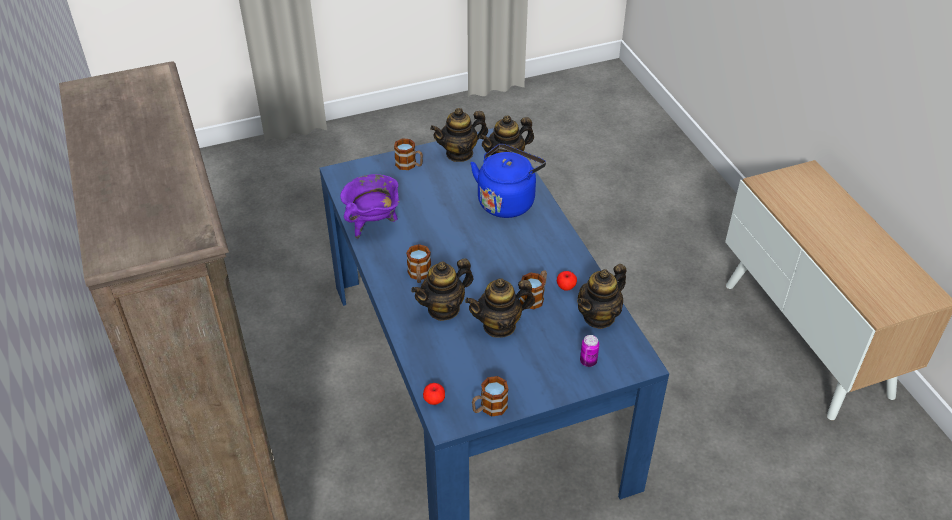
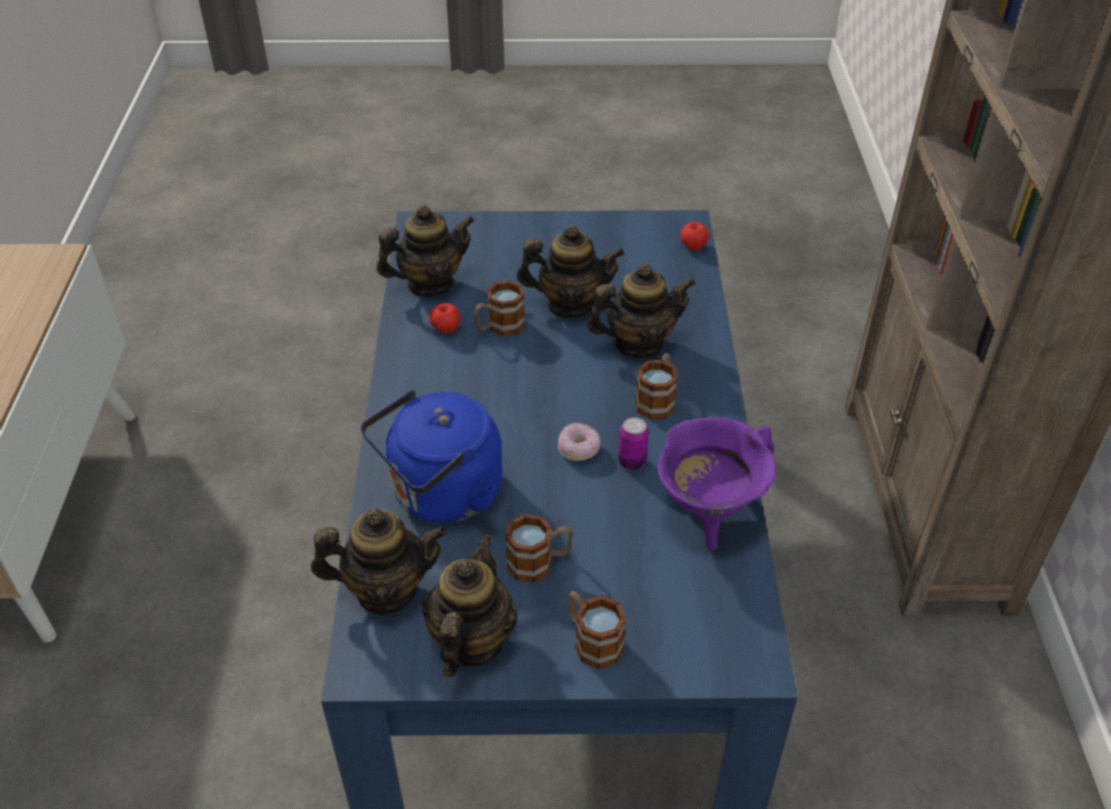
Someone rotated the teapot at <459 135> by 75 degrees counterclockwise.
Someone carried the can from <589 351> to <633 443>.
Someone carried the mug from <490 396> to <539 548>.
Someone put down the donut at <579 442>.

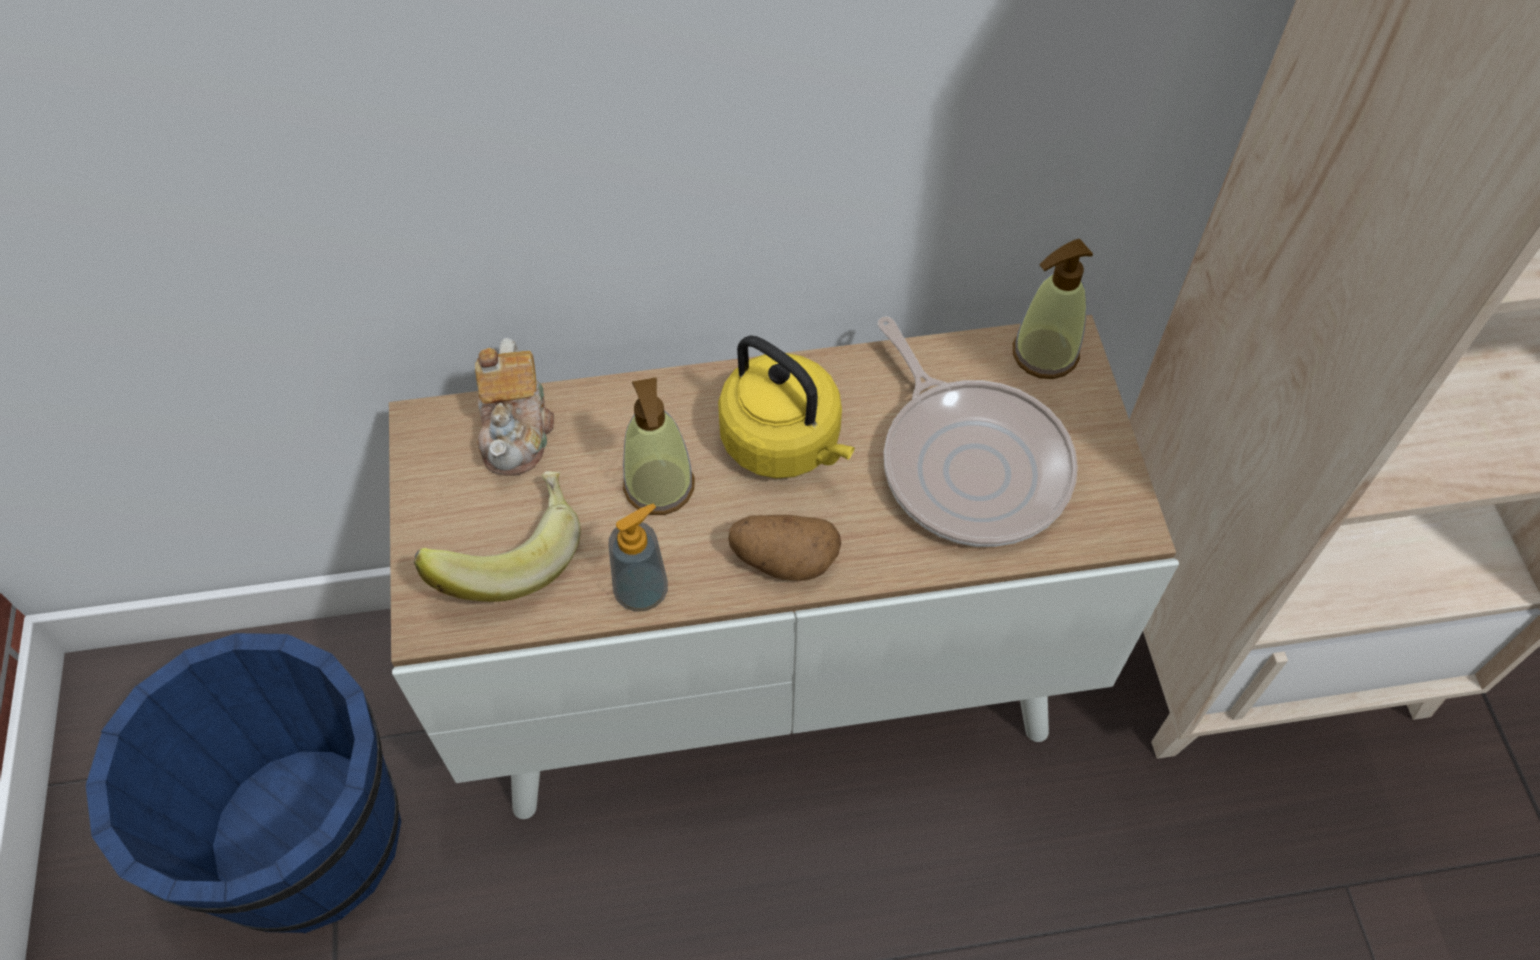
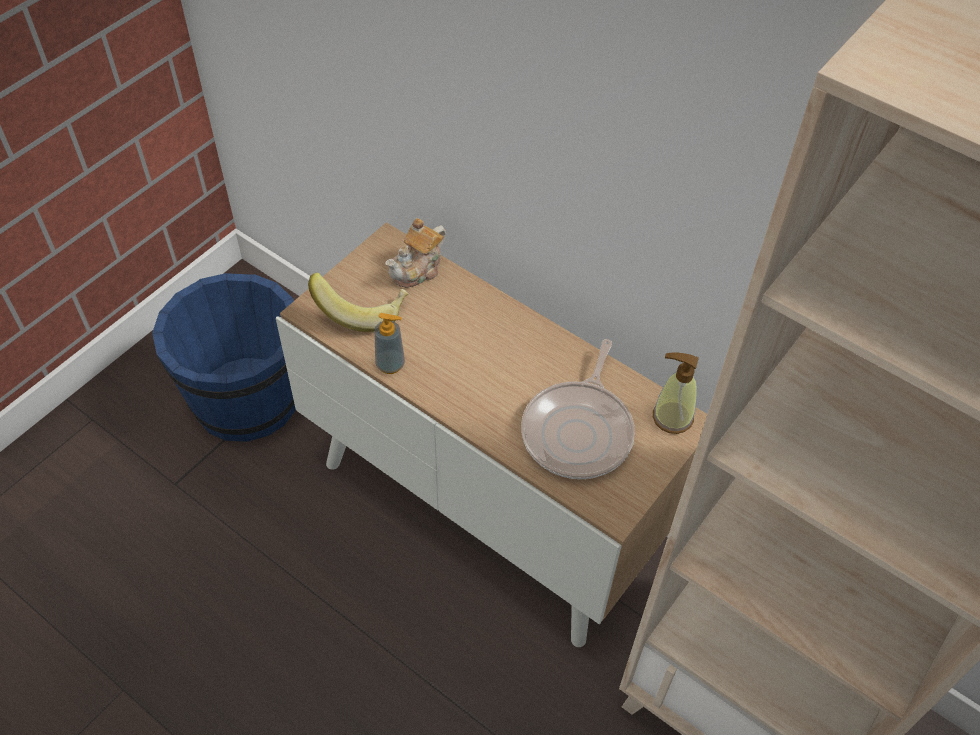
Someone took away the yellow kettle at <786 407>.
Someone took away the soap dispenser at <659 446>.
Someone took away the potato at <784 548>.

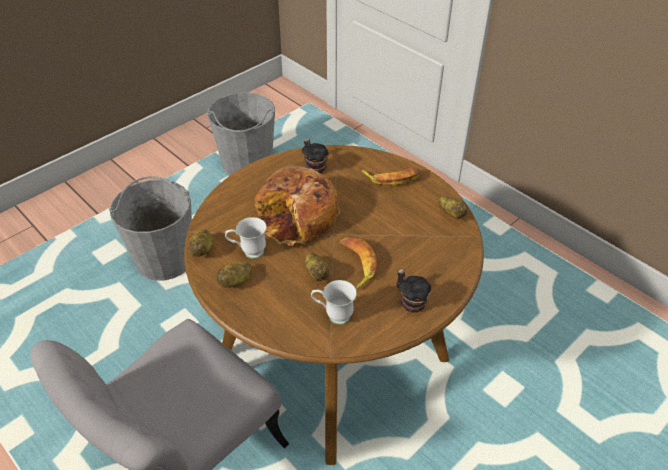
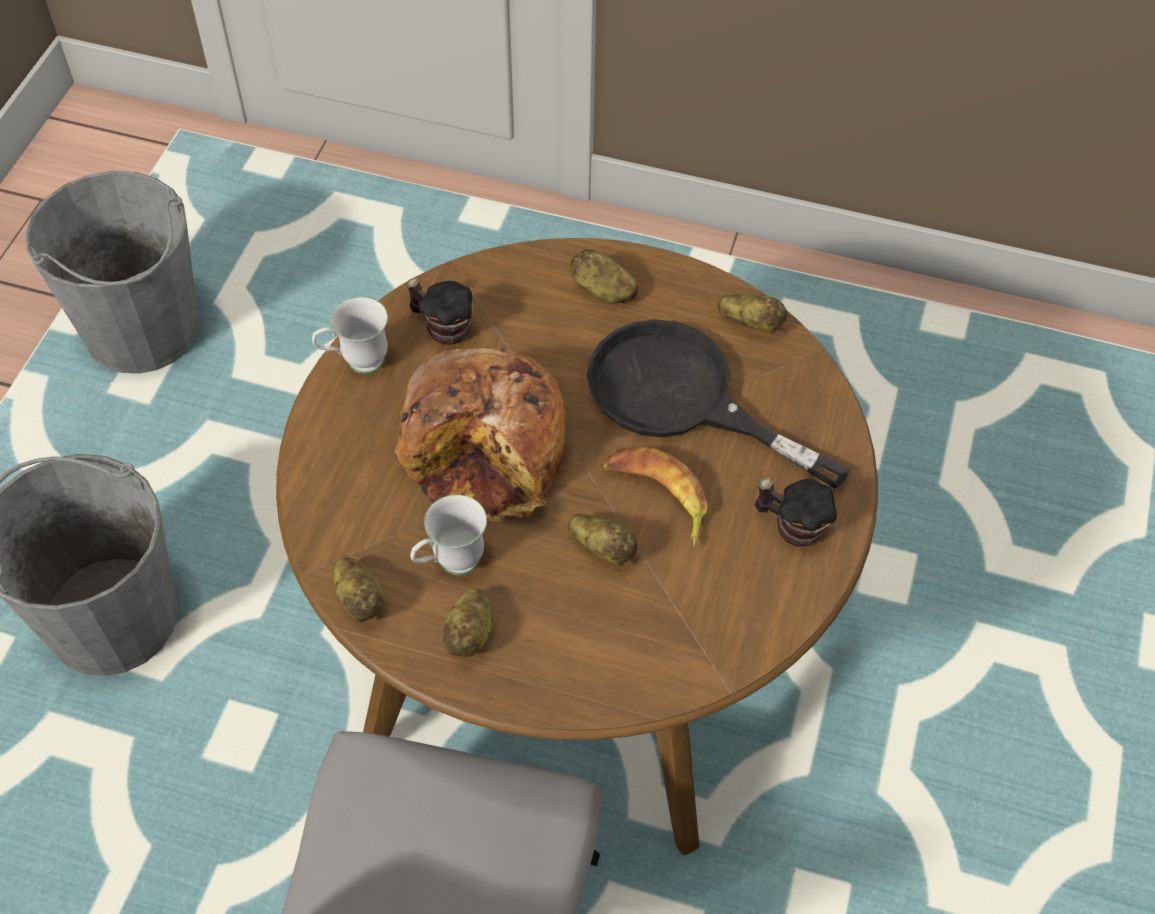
Someone swapped the banana at <391 176> for the potato at <604 276>.
Someone carried the white mug from <334 302> to <350 335>.
Someone put down the black frying pan at <719 404>.

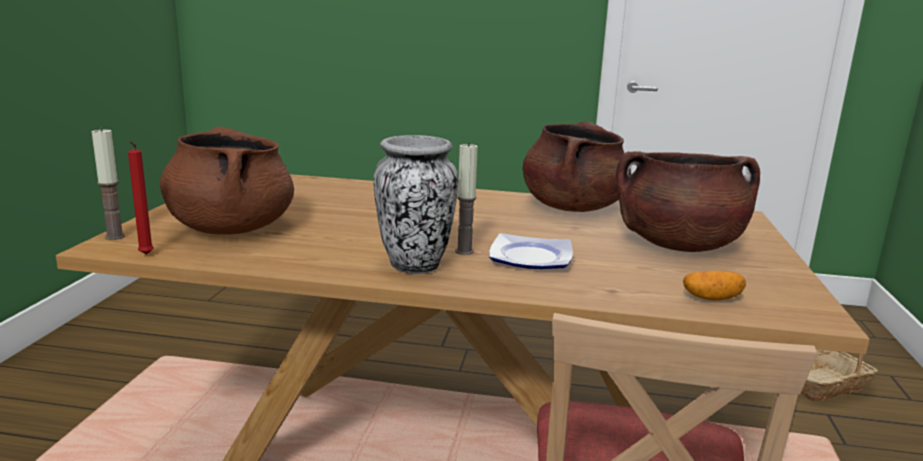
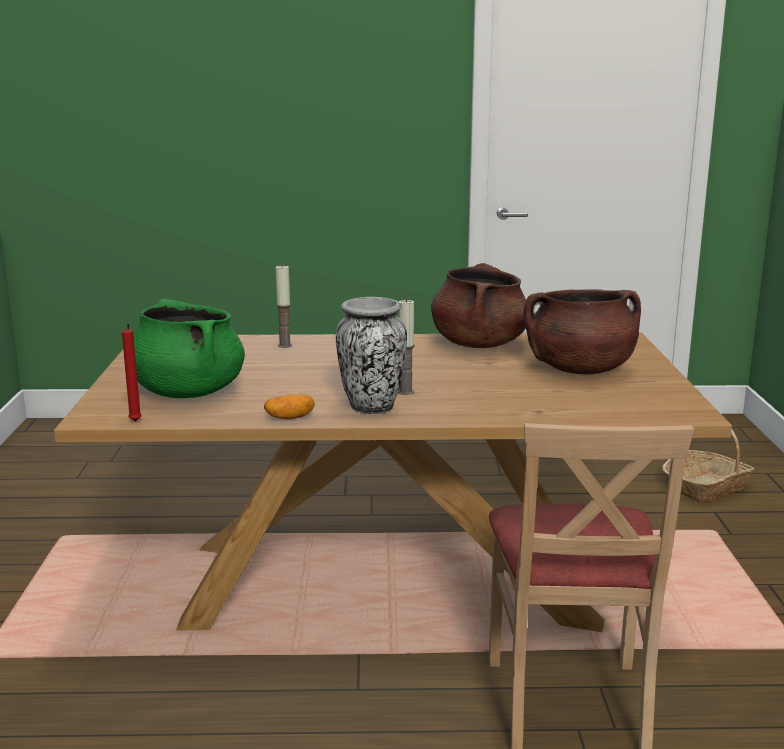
Someone carried the candle from <108 183> to <284 306>.
Someone repainted the brown cooking pot at <227 181>, which became the green cooking pot at <189 348>.
Someone took away the plate at <531 251>.
Someone carried the potato from <714 285> to <289 406>.

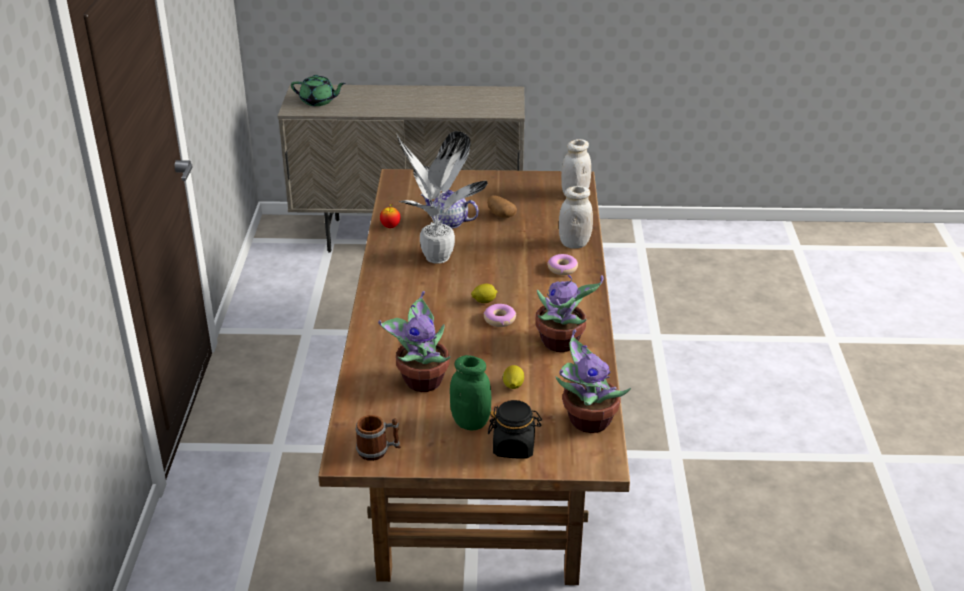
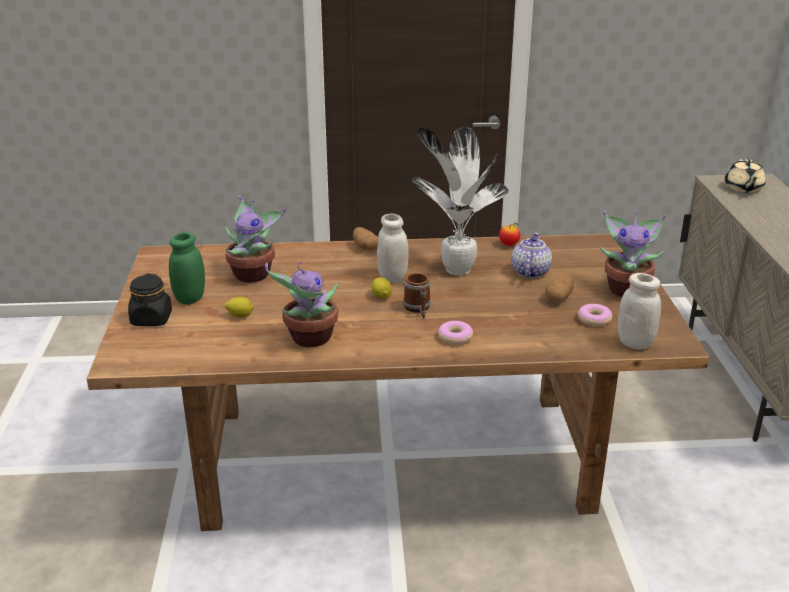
Someone repainted the green teapot at <318 90>, which became the beige teapot at <745 176>.
Someone carried the white jar from <576 217> to <393 248>.
Someone carried the donut from <500 315> to <595 315>.
Someone carried the potted plant from <593 381> to <632 253>.
Someone carried the mug from <378 438> to <417 295>.
Someone put down the potato at <365 238>.

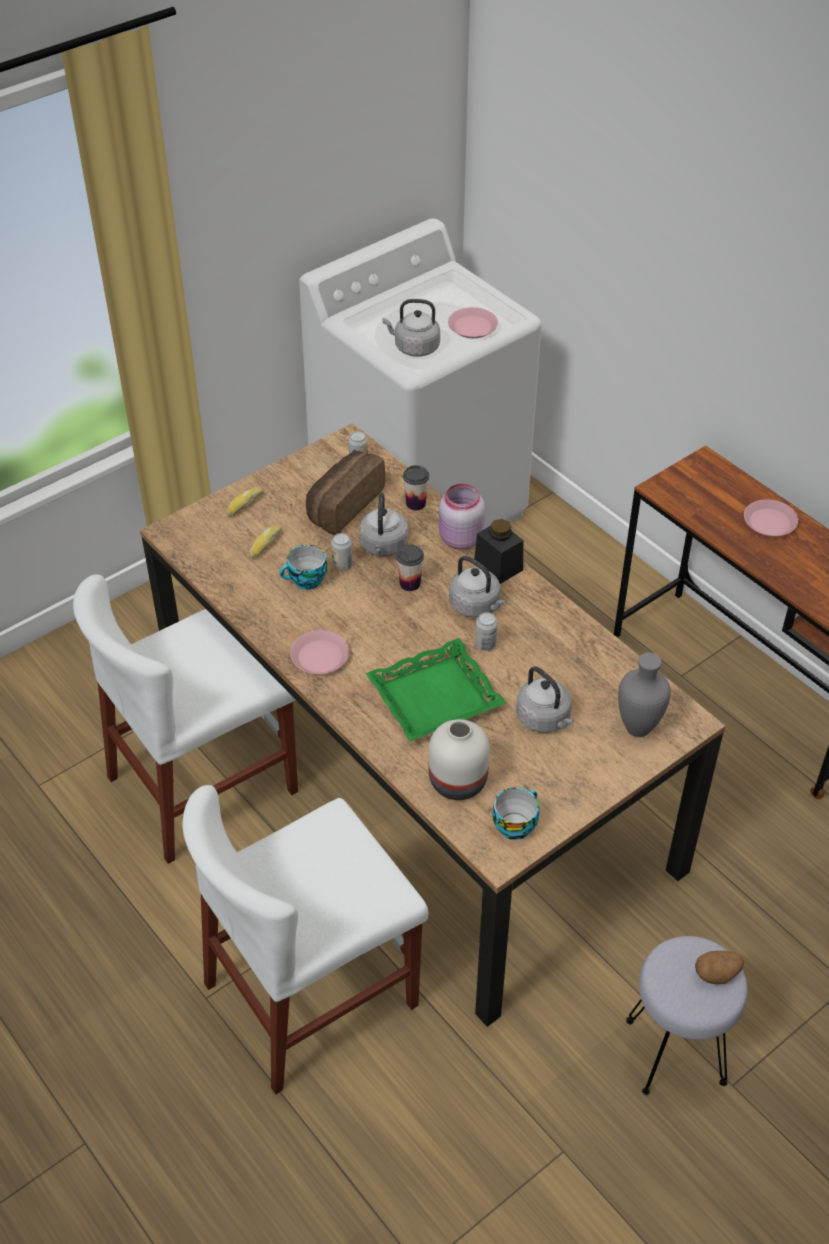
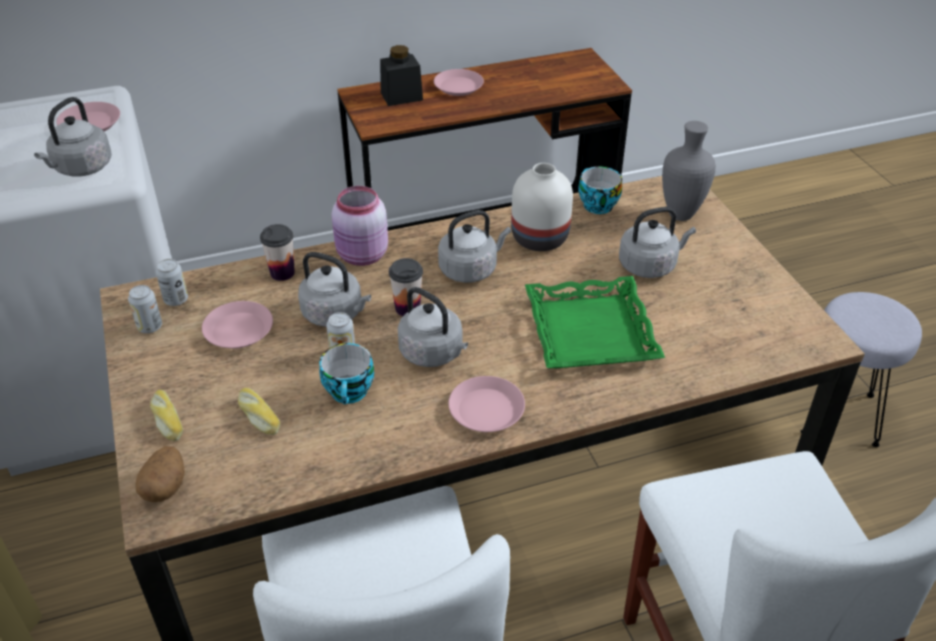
Someone swapped the bread at <345 493> for the pink plate at <237 325>.
Someone carried the black jar from <498 551> to <401 75>.
Someone carried the can from <486 631> to <145 309>.
Someone carried the white vase from <459 759> to <542 207>.
Someone carried the cup from <515 814> to <600 190>.
Someone carried the potato from <719 967> to <160 474>.
Someone put down the grey kettle at <433 327>.

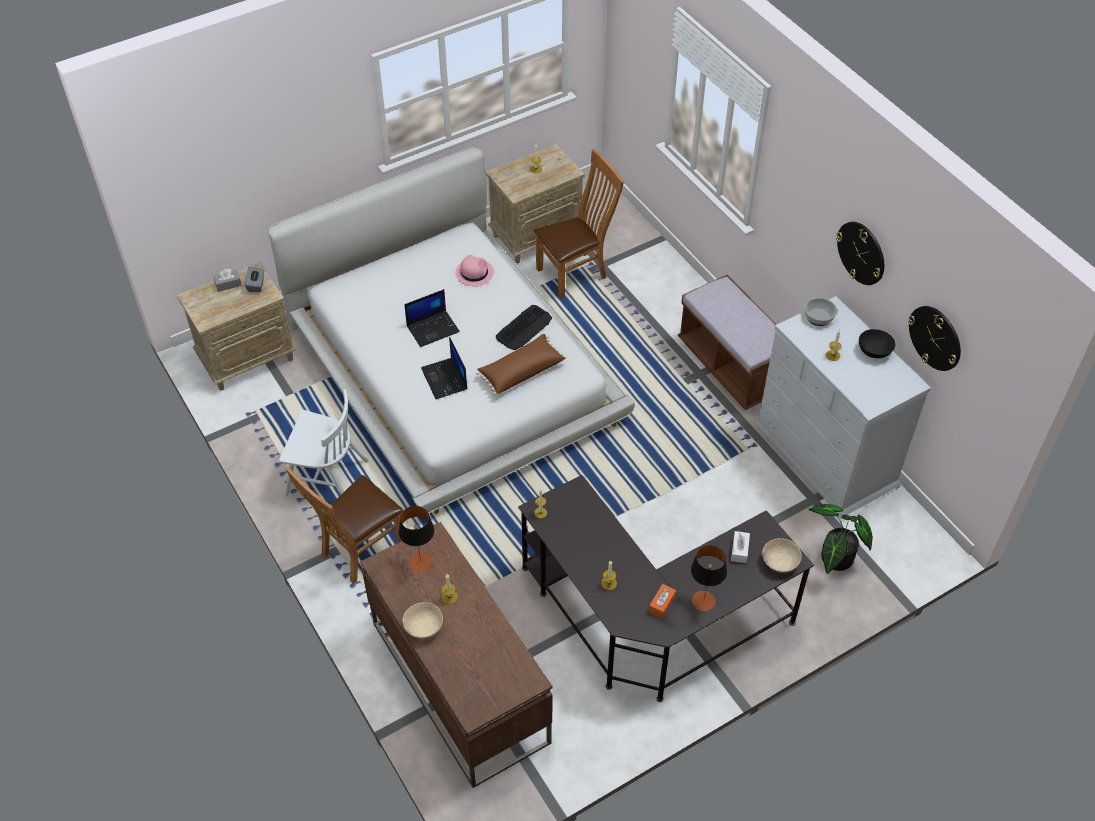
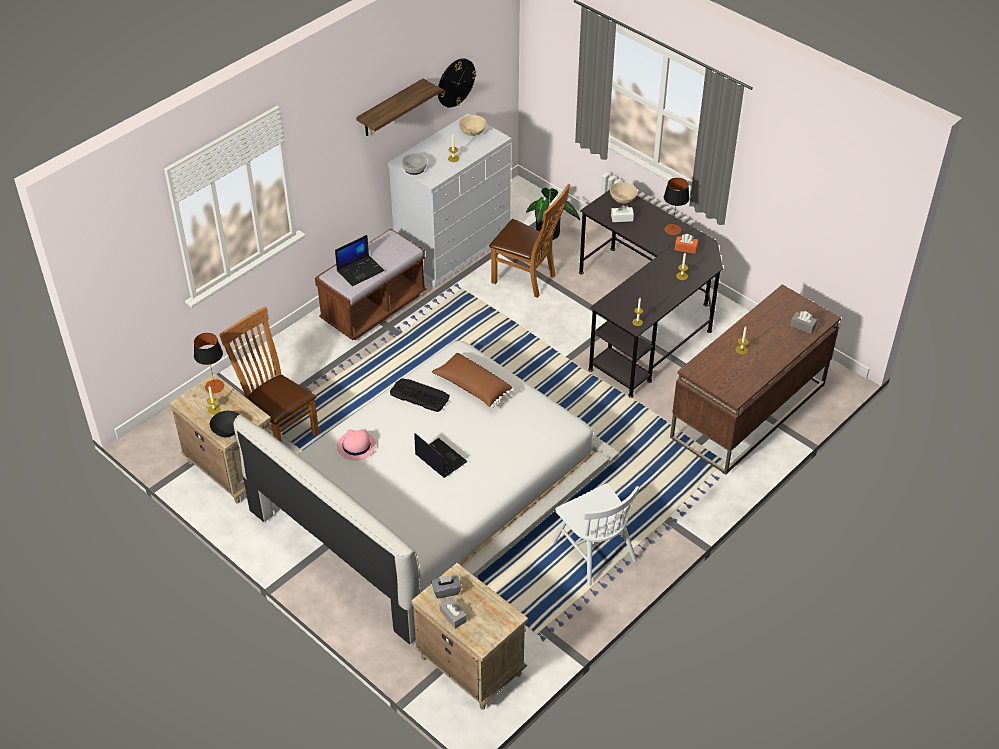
Someone swapped the wall clock at <860 253> for the shelf at <399 107>.
Someone carried the black bowl from <877 343> to <225 424>.
Someone carried the laptop from <444 368> to <359 260>.
Someone rotated the white chair at <324 442> by 150 degrees clockwise.
Someone carried the brown chair from <344 525> to <529 241>.
Someone carried the table lamp from <416 539> to <209 363>.
Someone carried the beige bowl from <423 620> to <473 125>.
Someone put down the grey tissue box at <803 322>.

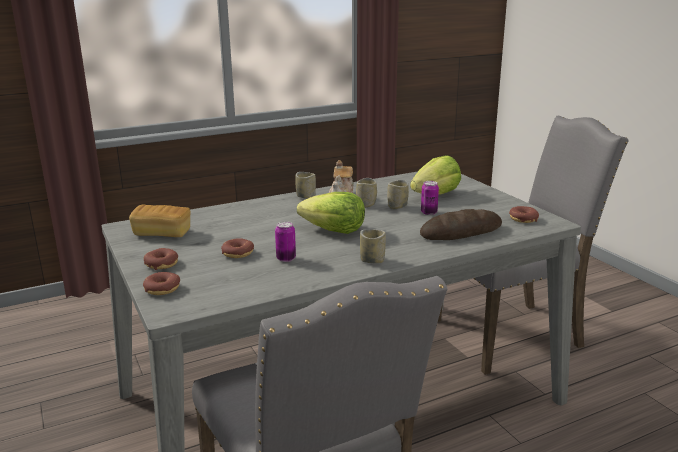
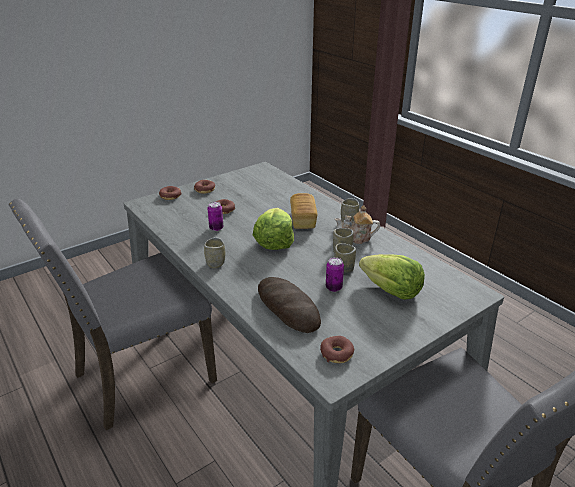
Someone carried the bread from <160 221> to <303 211>.

